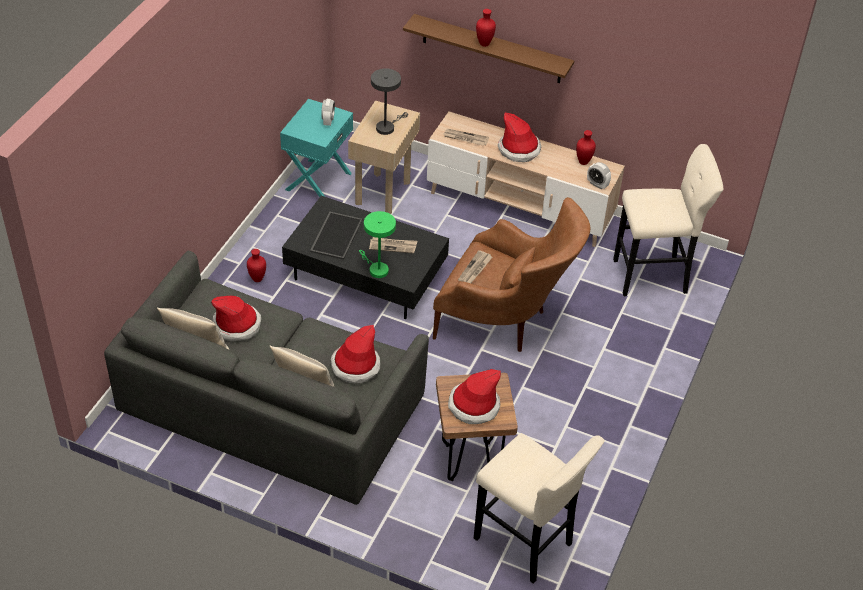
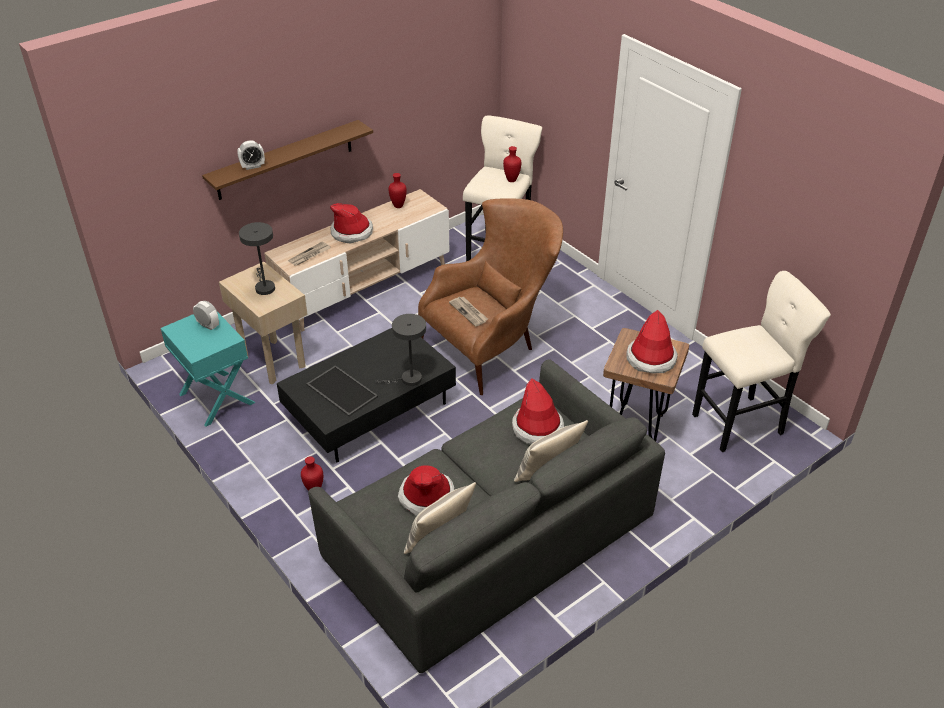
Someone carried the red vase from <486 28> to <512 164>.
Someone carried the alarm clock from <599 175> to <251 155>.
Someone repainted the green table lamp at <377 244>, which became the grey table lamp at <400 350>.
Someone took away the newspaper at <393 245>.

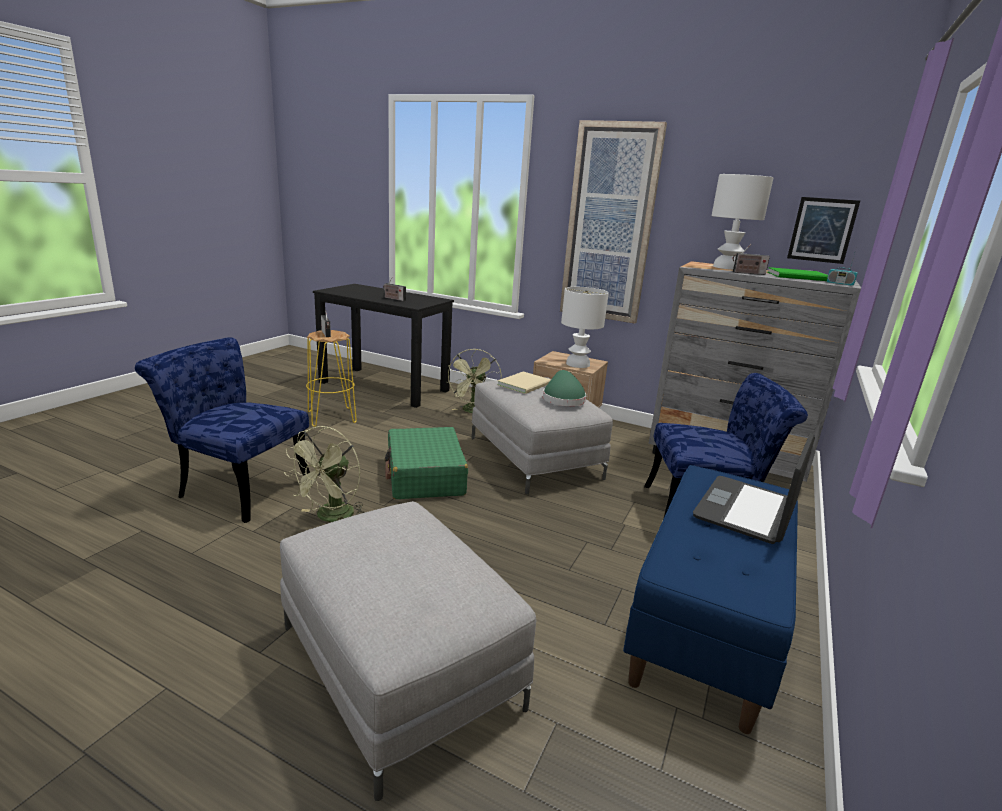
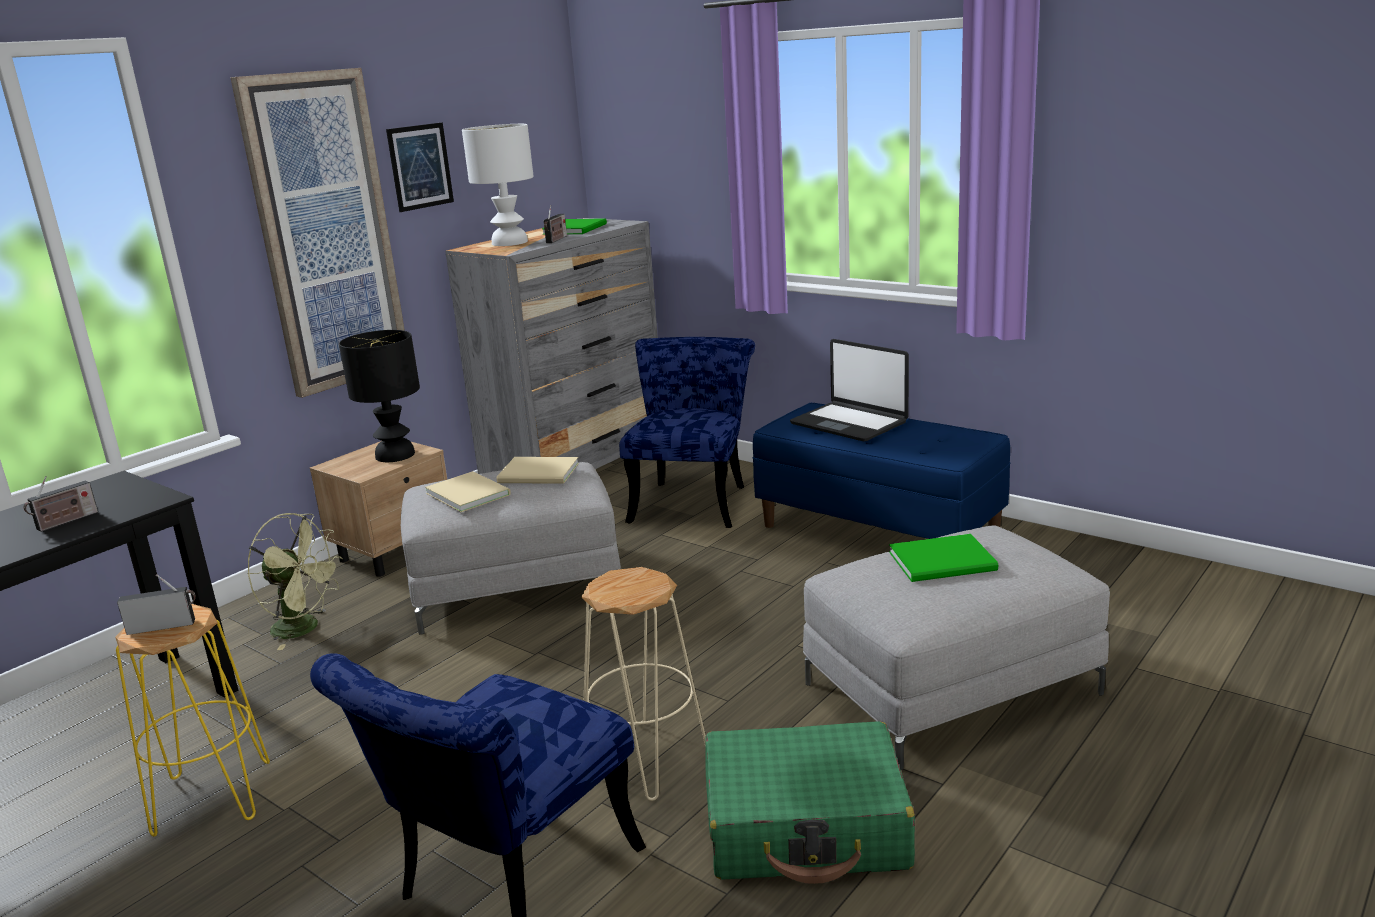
Someone carried the picture from <823 230> to <420 167>.
Someone took away the radio at <842 269>.
Someone repainted the white table lamp at <585 327>, which became the black table lamp at <379 396>.
Someone swapped the green hat at <564 388> for the beige book at <538 470>.
Someone swapped the green fan at <324 474> for the beige stool at <643 684>.
Someone carried the green suitcase from <426 463> to <810 802>.
Someone put down the green book at <943 558>.

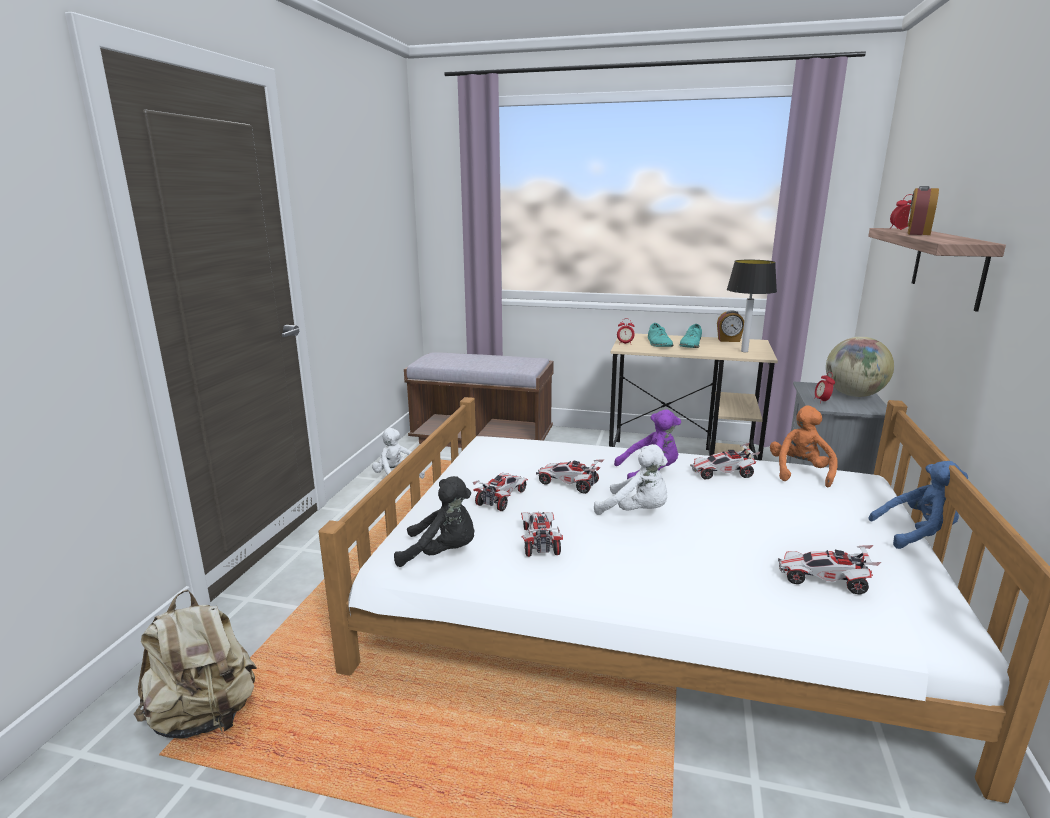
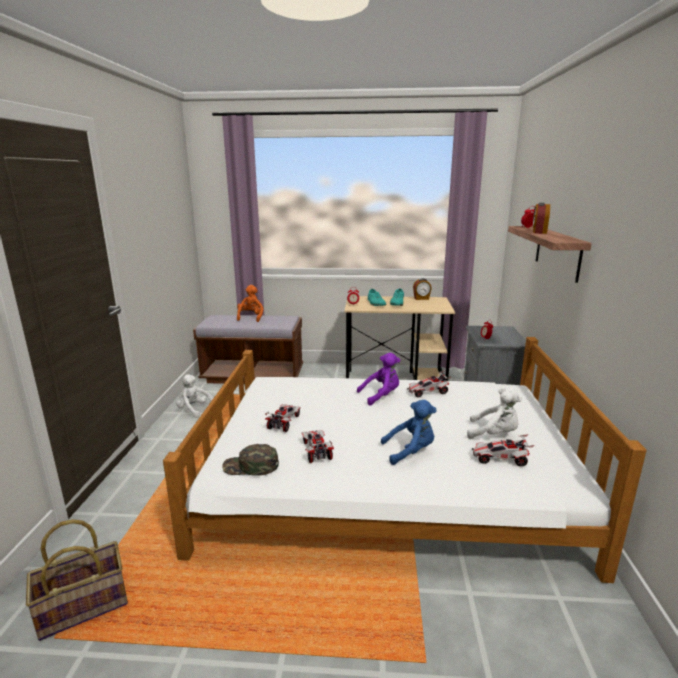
Someone took away the table lamp at <752 306>.
Someone took away the globe at <860 366>.
Someone carried the orange plush toy from <804 446> to <250 303>.
Someone carried the white plush toy from <631 479> to <494 413>.
Someone took away the toy car at <570 477>.
Someone carried the blue plush toy from <918 505> to <408 432>.
Someone swapped the black plush toy at <434 521> for the green cap at <250 460>.
Someone swapped the beige backpack at <195 664> for the basket at <77 580>.

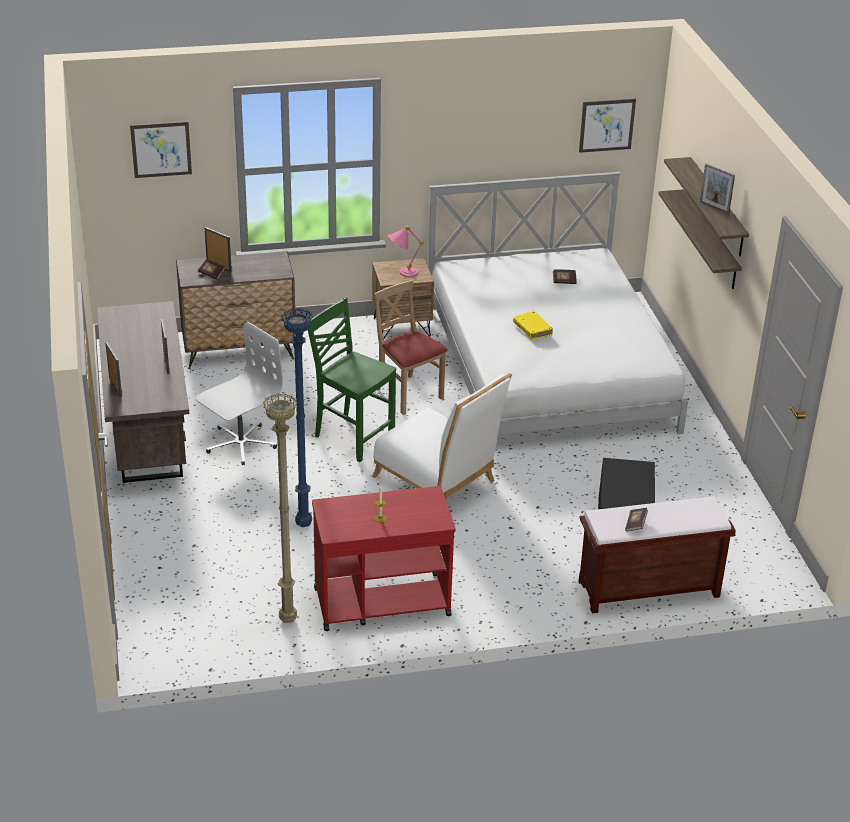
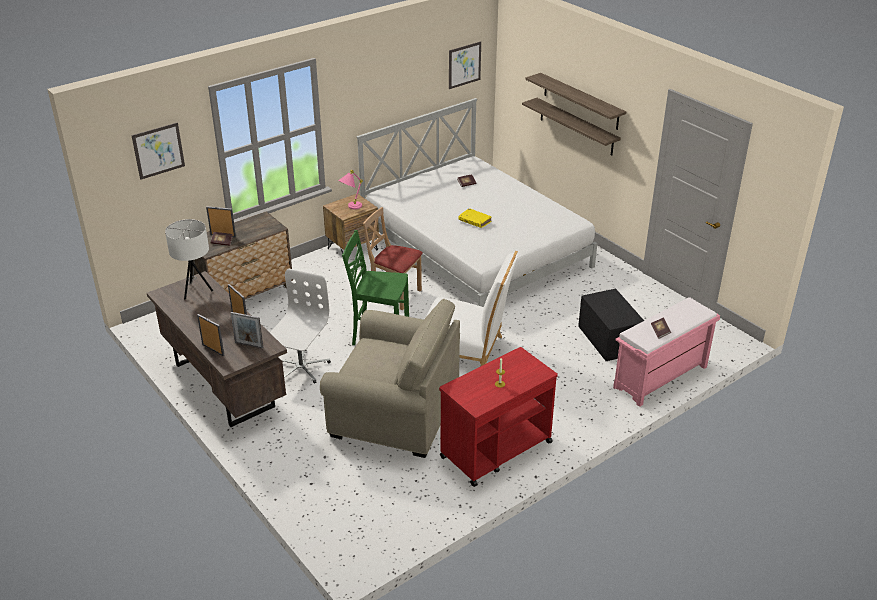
Someone carried the picture frame from <717 188> to <247 330>.
Someone swapped the blue floor lamp at <297 417> for the beige armchair at <390 378>.
Someone took away the beige floor lamp at <280 508>.
Someone repainted the brown bench at <657 555>, which became the pink bench at <666 352>.
Someone put down the white table lamp at <189 259>.

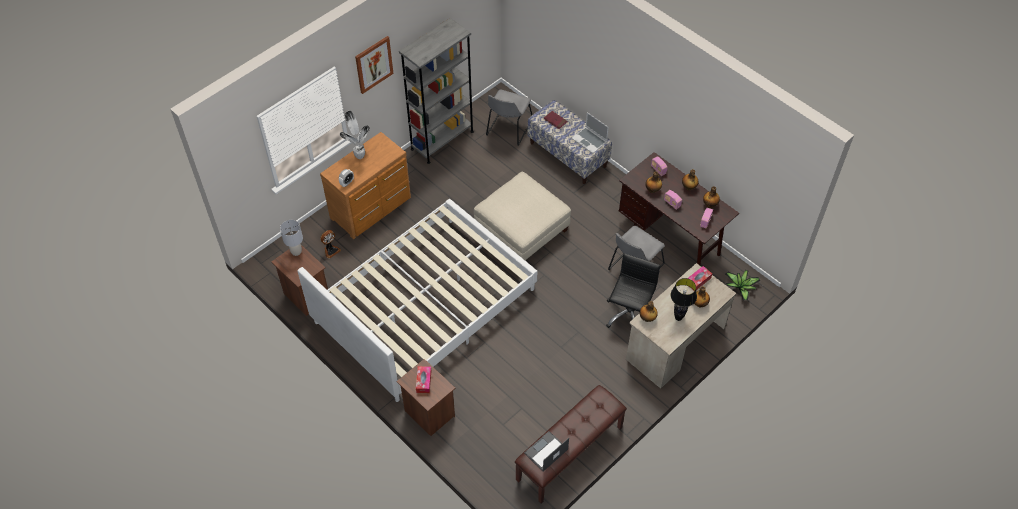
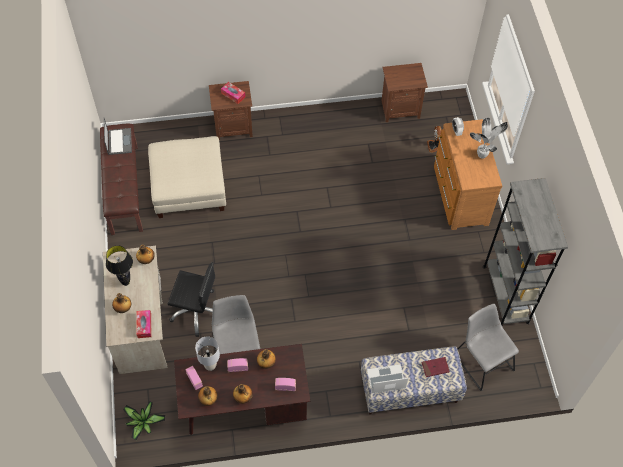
Someone took away the picture at <374 65>.
Someone carried the beige ottoman from <522 216> to <187 177>.
Someone took away the white bed at <417 300>.
Someone carried the grey table lamp from <291 238> to <207 353>.
Someone rotated the black office chair at <633 290> by 45 degrees counterclockwise.

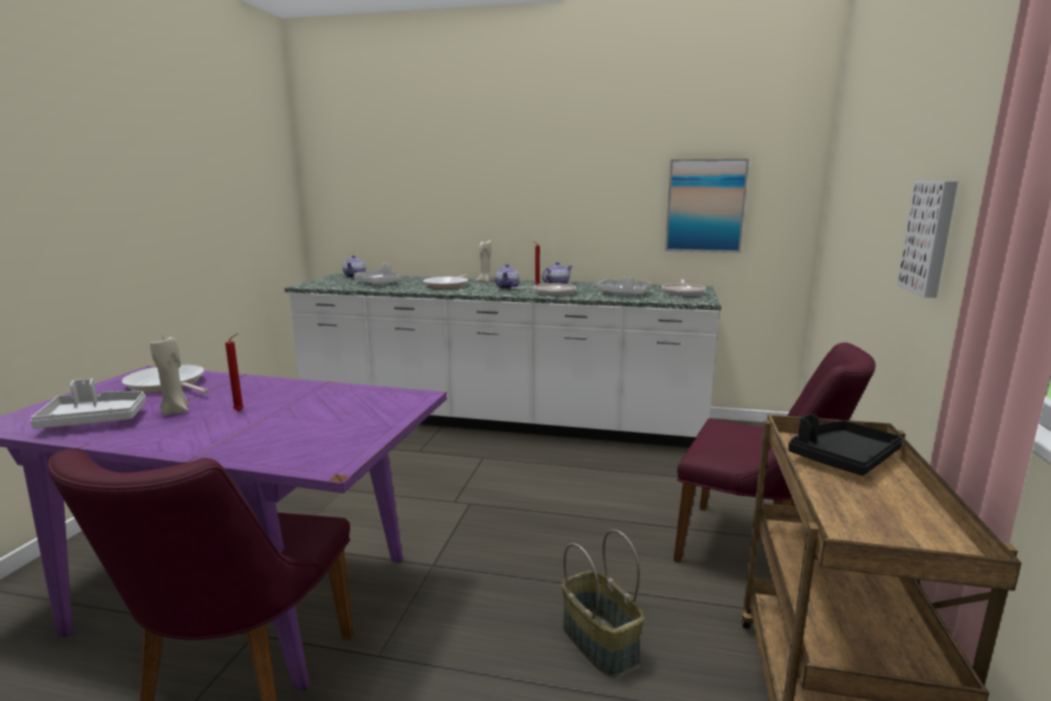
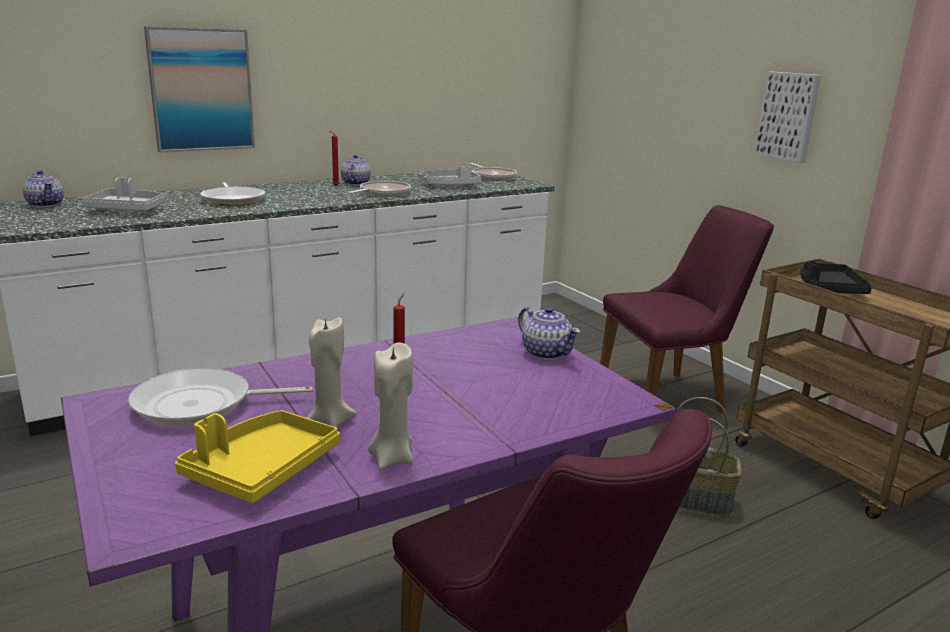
Someone carried the picture from <707 206> to <199 89>.
Someone carried the beige candle from <485 261> to <390 405>.
Someone carried the teapot from <507 276> to <549 333>.
Someone repainted the grey tray at <88 404>, which became the yellow tray at <257 456>.

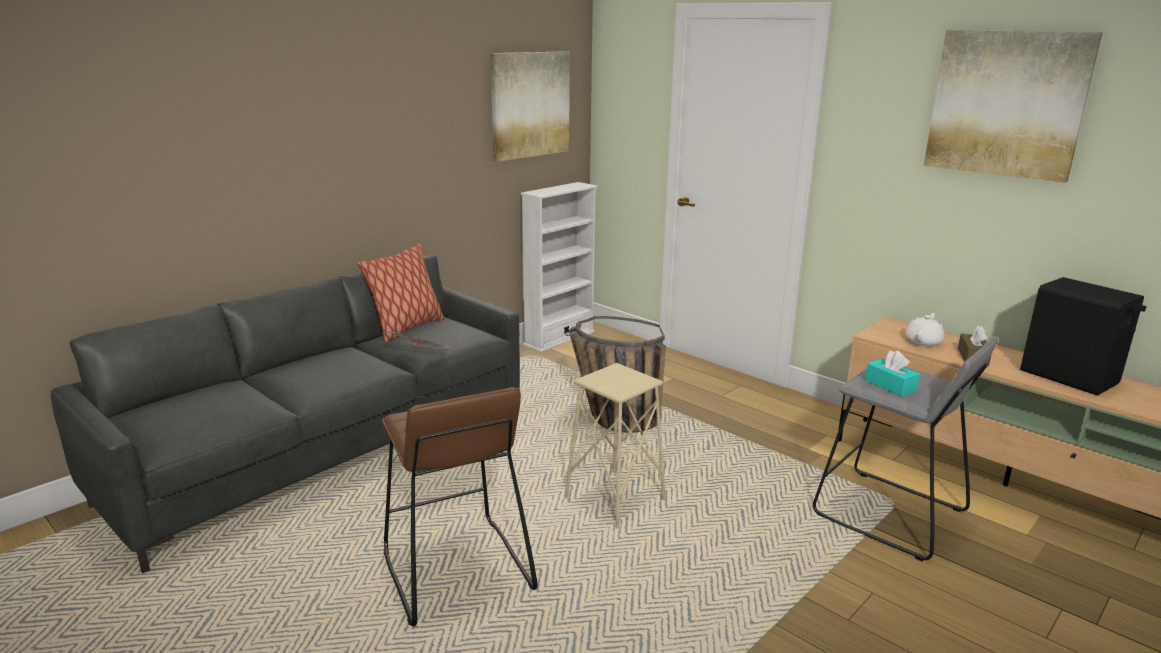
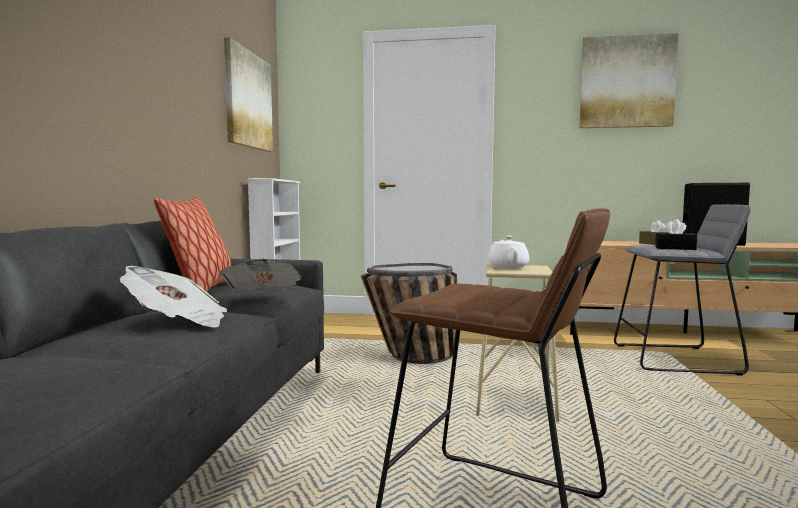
Someone carried the white teapot from <924 330> to <508 252>.
Someone repainted the turquoise tissue box at <892 373>, which became the black tissue box at <676 234>.
Someone put down the newspaper at <173 297>.

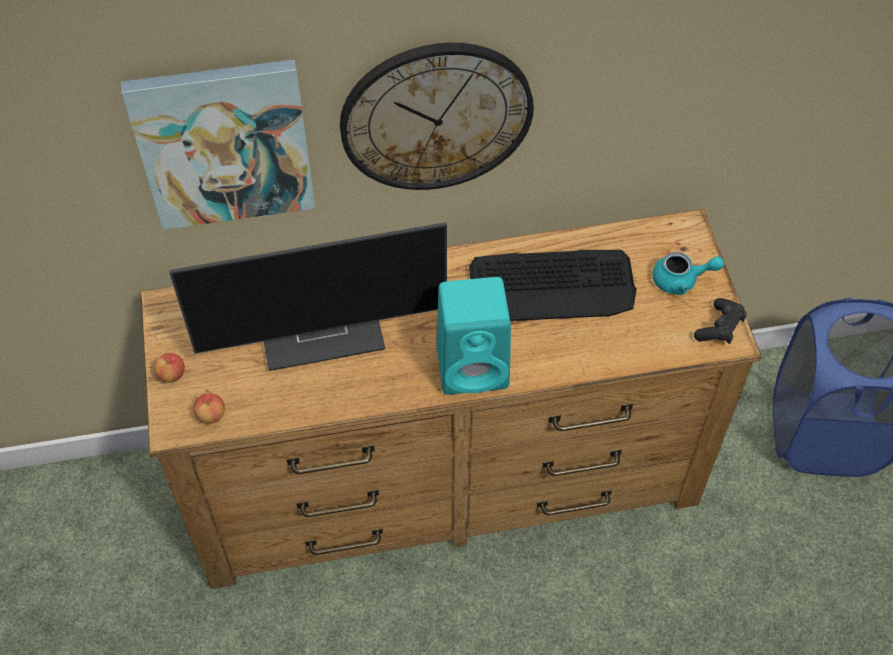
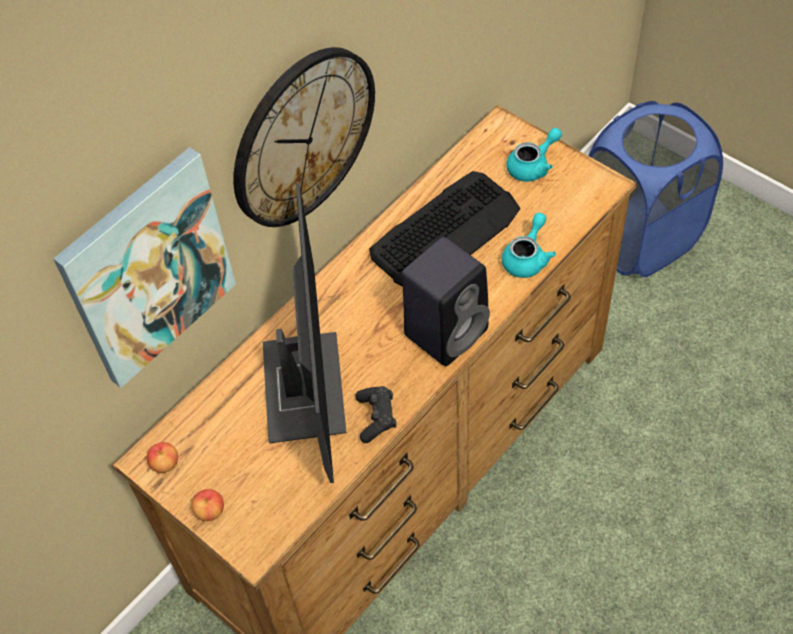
Someone rotated the monitor at <308 296> by 45 degrees counterclockwise.
Someone repainted the turquoise speaker at <474 336>, which became the black speaker at <446 302>.
Someone carried the black game controller from <720 321> to <376 414>.
Someone carried the apple from <209 408> to <162 457>.
Someone put down the turquoise teapot at <529 245>.

